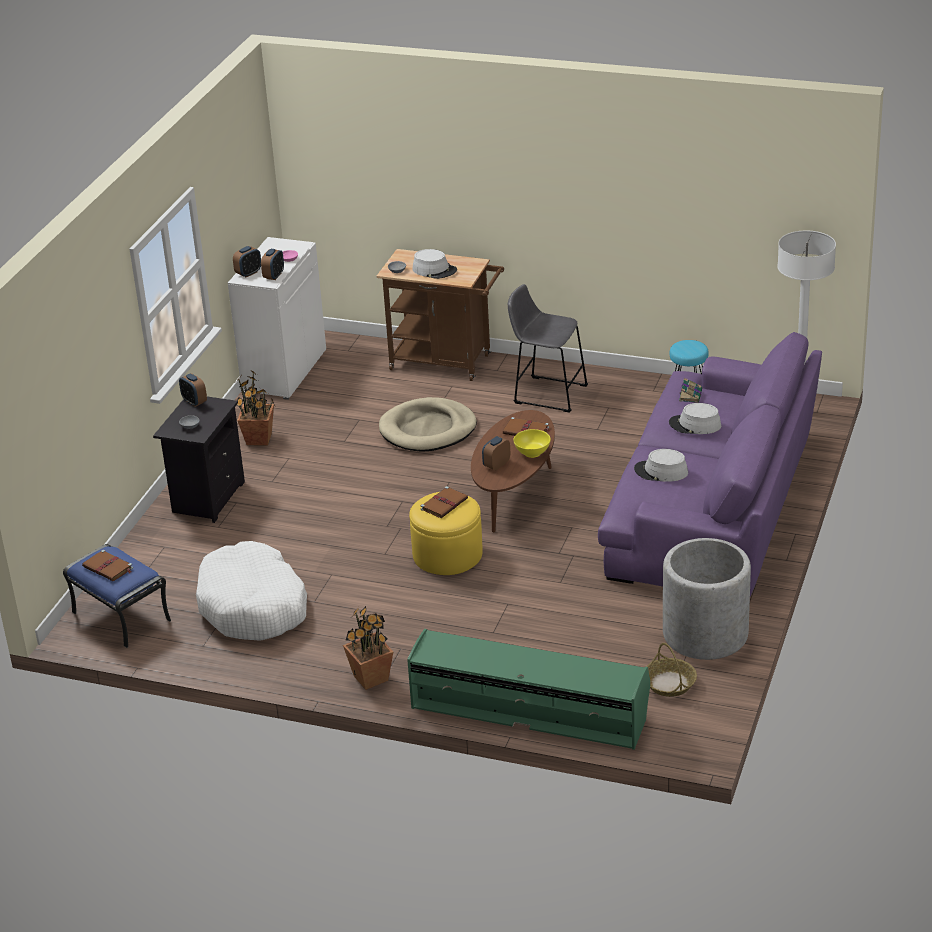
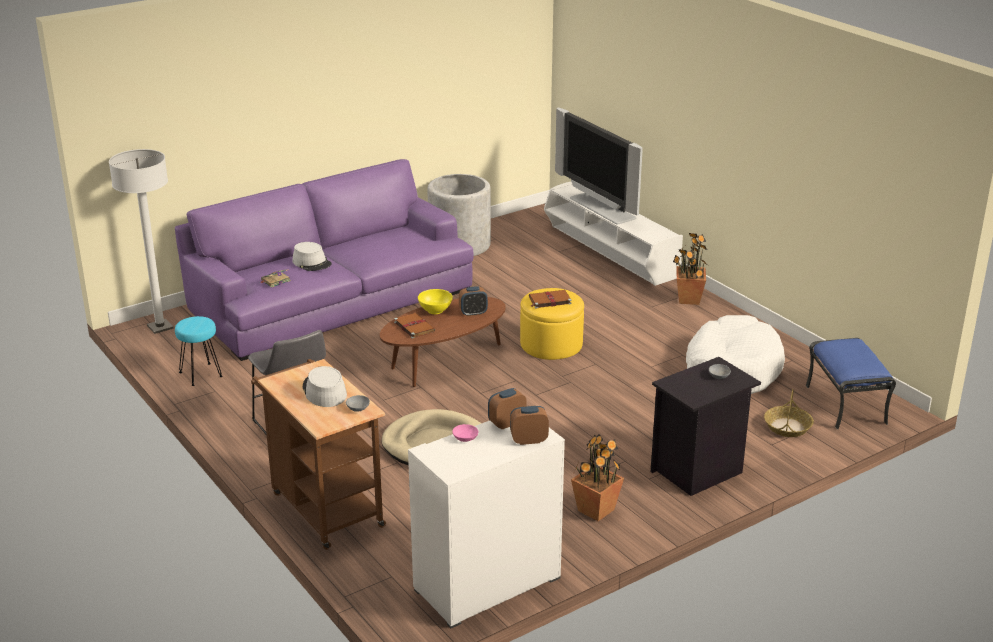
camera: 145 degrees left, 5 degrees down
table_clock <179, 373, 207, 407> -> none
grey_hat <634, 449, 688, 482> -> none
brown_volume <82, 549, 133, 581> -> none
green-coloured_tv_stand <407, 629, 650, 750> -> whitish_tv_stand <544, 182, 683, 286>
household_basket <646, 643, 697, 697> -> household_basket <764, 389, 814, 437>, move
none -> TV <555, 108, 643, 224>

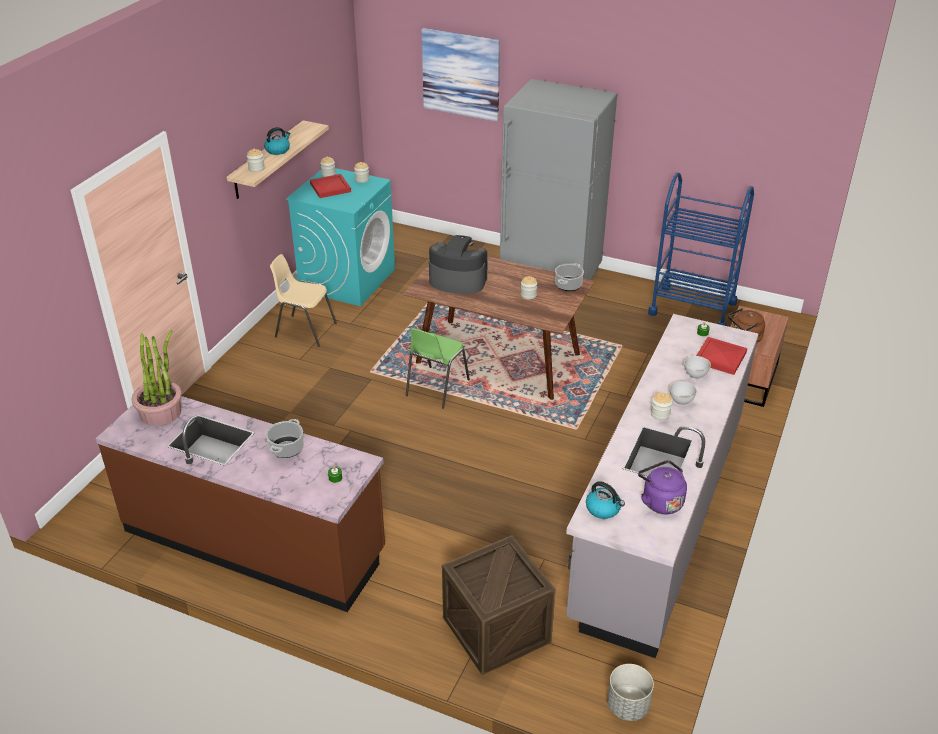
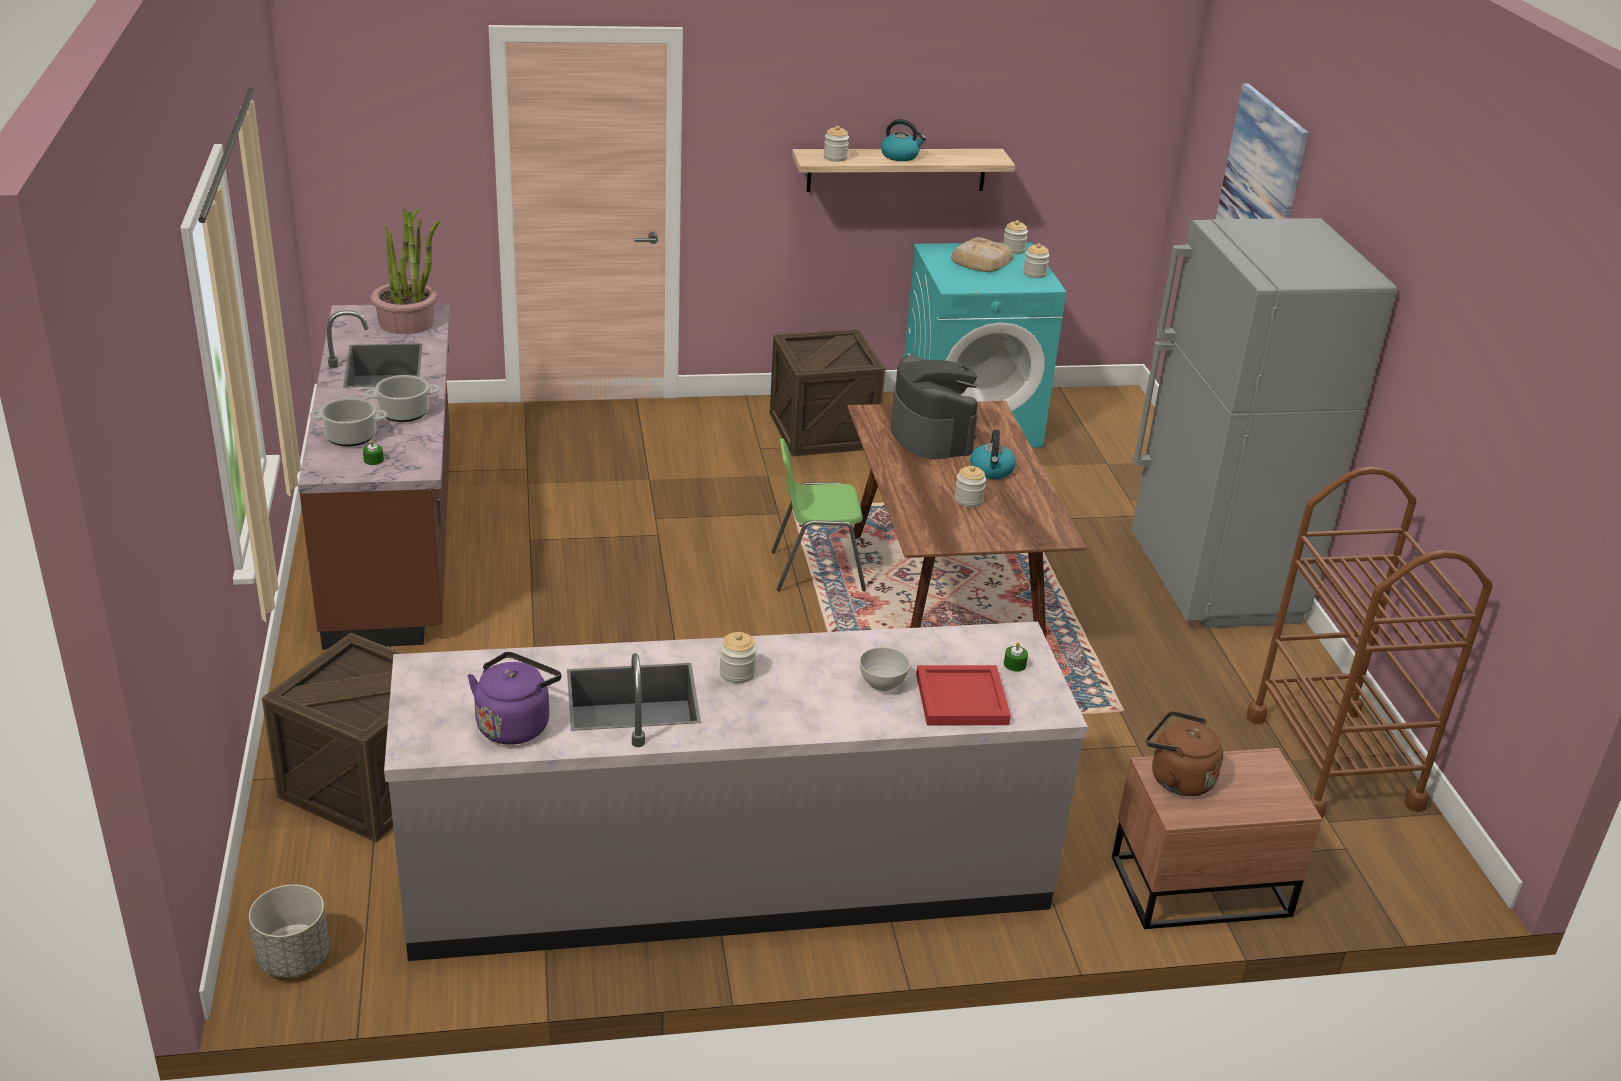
camera: 55 degrees right, 5 degrees down
bluish_wheeled_cart <648, 173, 754, 326> -> brown_wheeled_cart <1246, 467, 1492, 818>
reddish_tray <310, 174, 351, 198> -> baked_bread <951, 237, 1013, 272>
beige-coloured_upright_chair <270, 254, 337, 347> -> crate <770, 329, 886, 456>
saucepot <555, 263, 584, 291> -> saucepot <310, 398, 388, 446>, move
grey_serving_bowl <670, 381, 697, 405> -> none
kettle <586, 481, 625, 519> -> kettle <970, 430, 1016, 479>, move

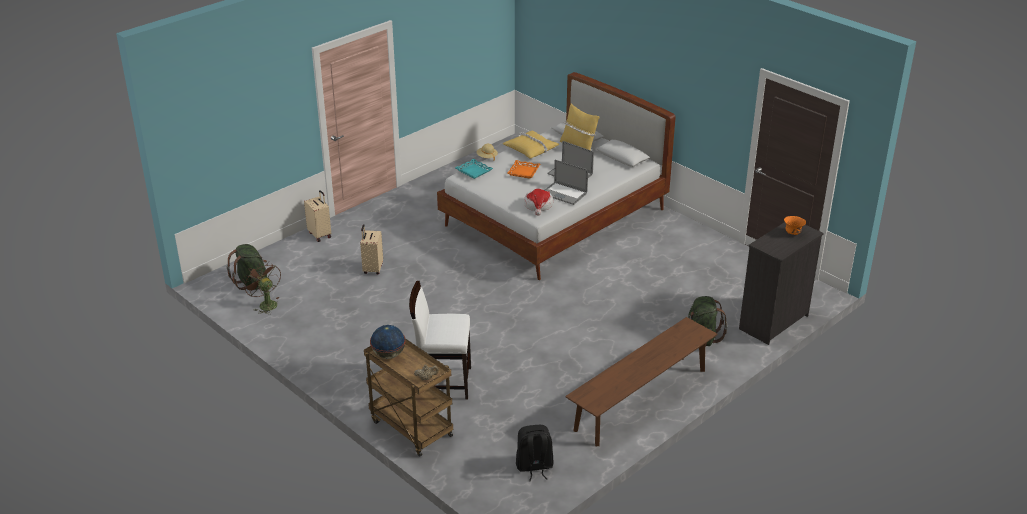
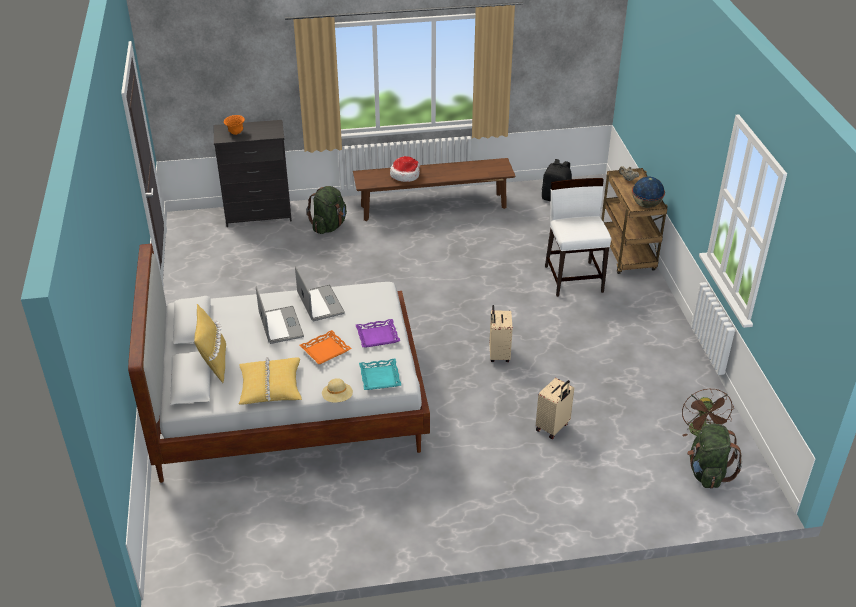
camera: 145 degrees left, 5 degrees up
hat <524, 189, 553, 215> -> hat <390, 156, 420, 182>, move
beige-coloured_suitcase <304, 190, 331, 242> -> beige-coloured_suitcase <489, 305, 513, 362>, move
whitish_upright_chair <409, 281, 471, 399> -> whitish_upright_chair <545, 178, 611, 297>, 135 degrees counterclockwise
none -> purple-coloured_tray <356, 319, 400, 348>

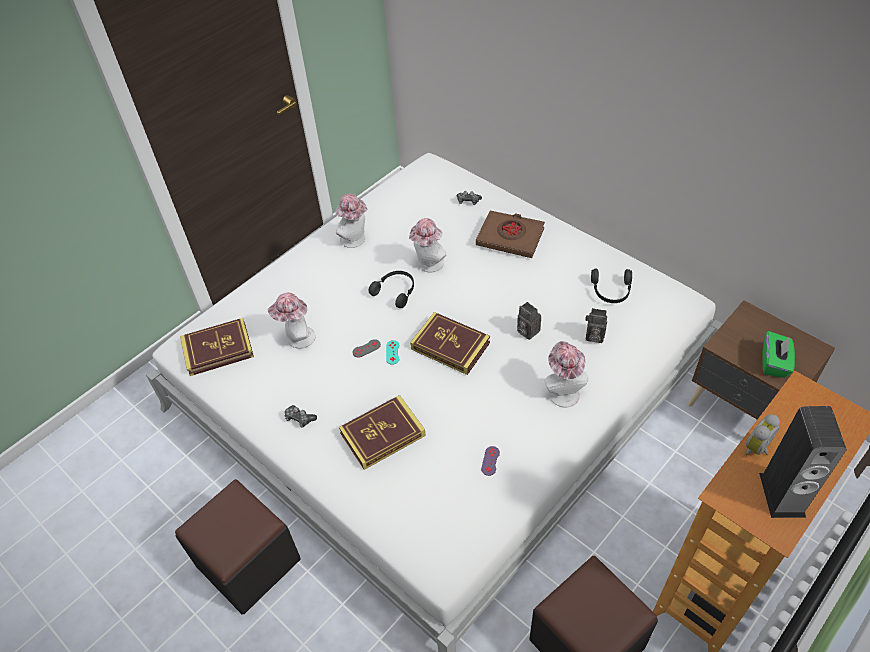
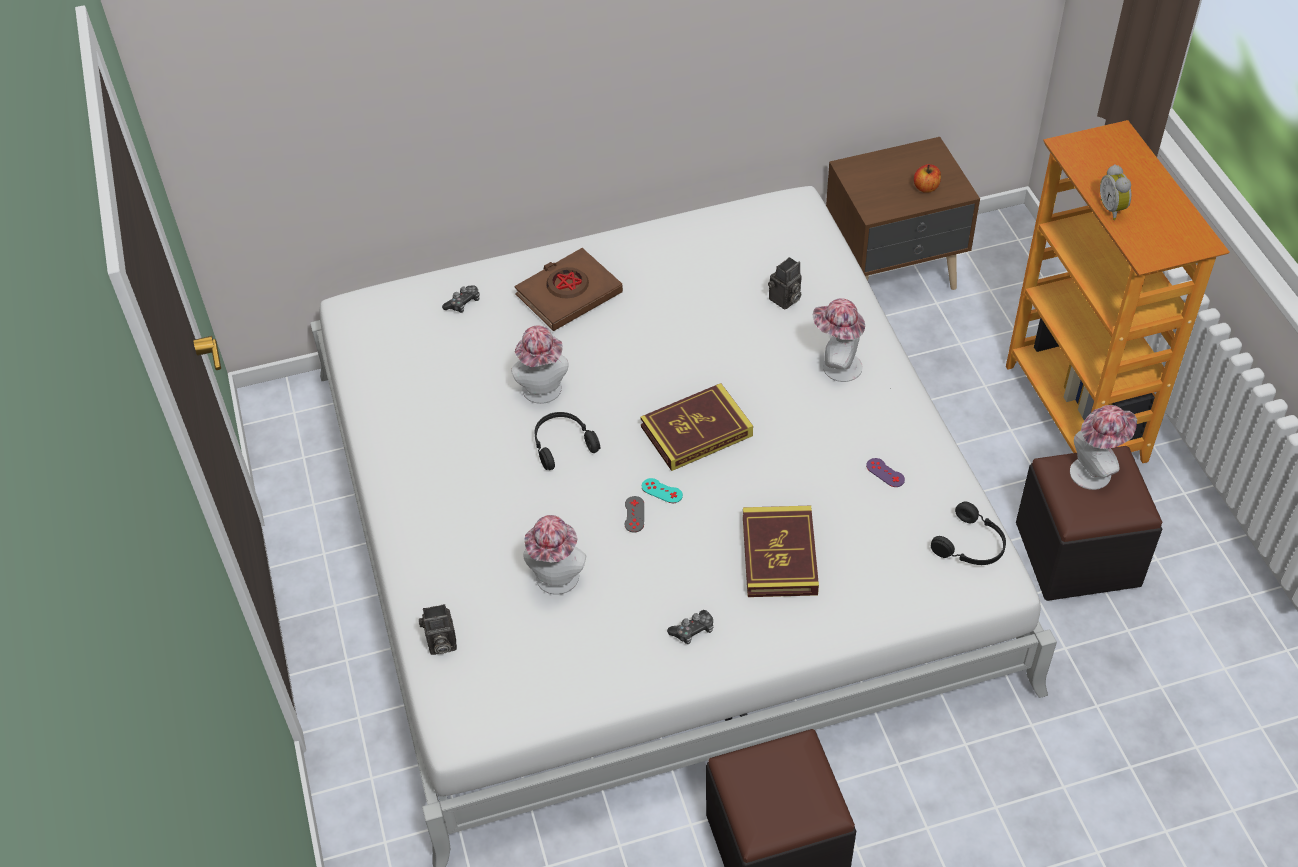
camera: 60 degrees left, 0 degrees up
hat <335, 194, 367, 248> -> hat <1070, 405, 1137, 490>, move
black-coloured_headphones <591, 269, 632, 303> -> black-coloured_headphones <931, 502, 1006, 565>, move
still_camera <517, 302, 541, 340> -> still_camera <419, 604, 457, 655>, move
volume <180, 318, 254, 376> -> none
green-coloured_tissue_holder <763, 331, 795, 378> -> apple_fruit <914, 164, 941, 193>
audio_speaker <759, 406, 847, 518> -> none

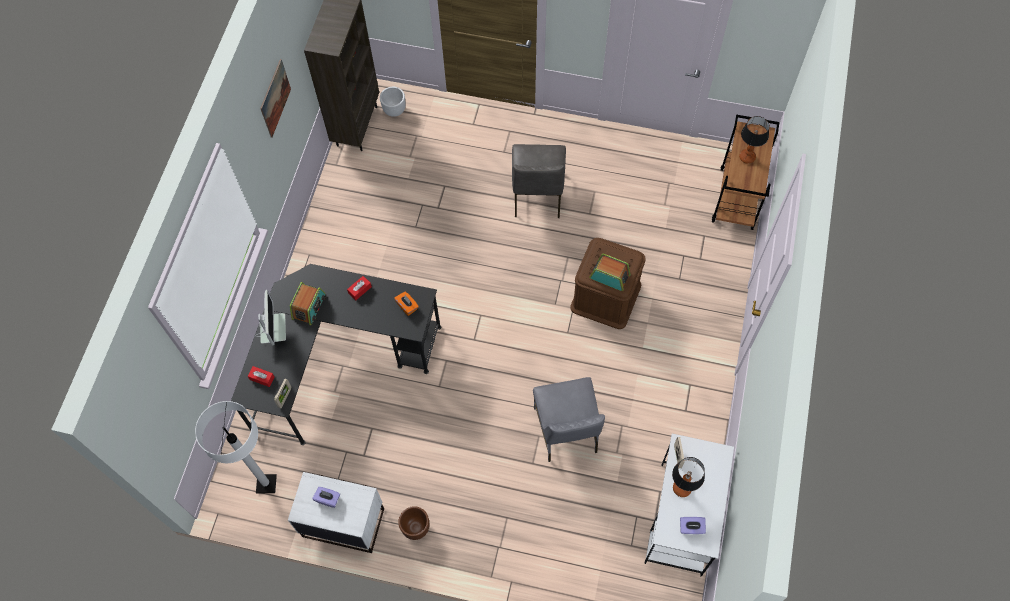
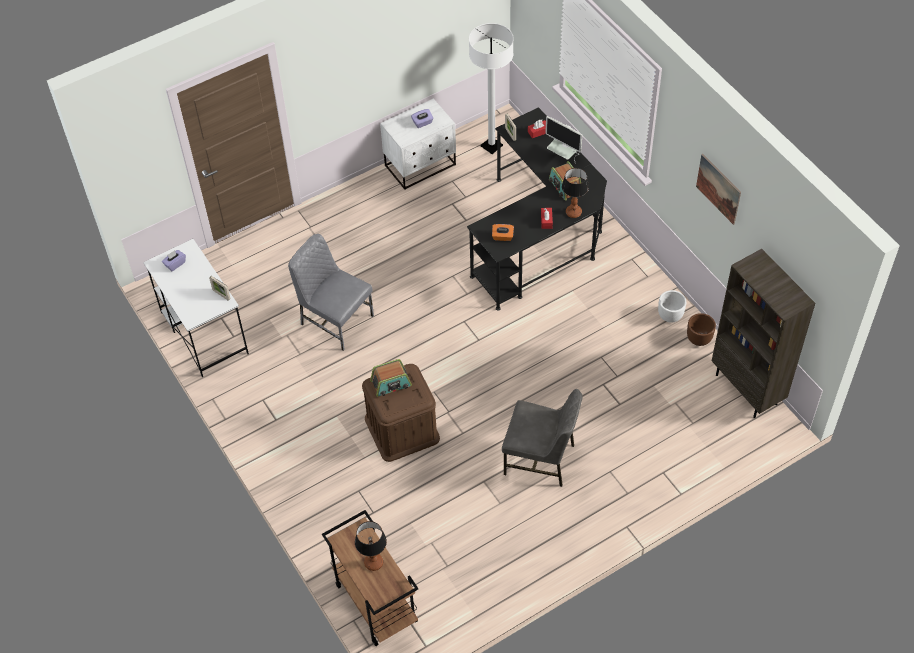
camera: 135 degrees right, 10 degrees down
whitish_planter <380, 87, 406, 117> -> whitish_planter <658, 290, 686, 323>, move
grey_upright_chair <512, 144, 566, 218> -> grey_upright_chair <502, 389, 583, 487>, 150 degrees clockwise
tabletop_lamp <672, 457, 705, 497> -> tabletop_lamp <562, 168, 589, 218>, move
brown_planter <398, 506, 429, 540> -> brown_planter <687, 313, 716, 346>, move

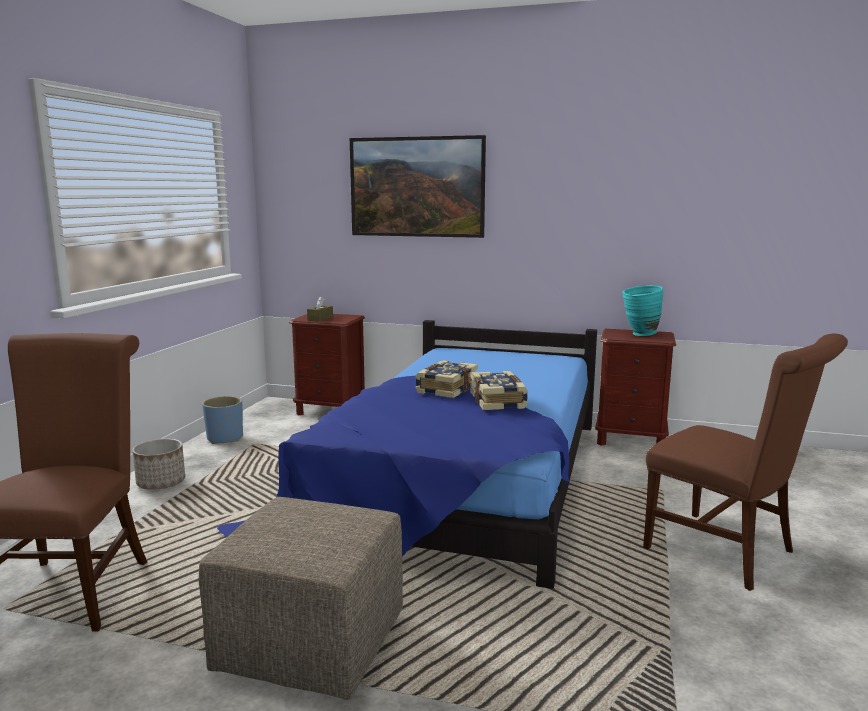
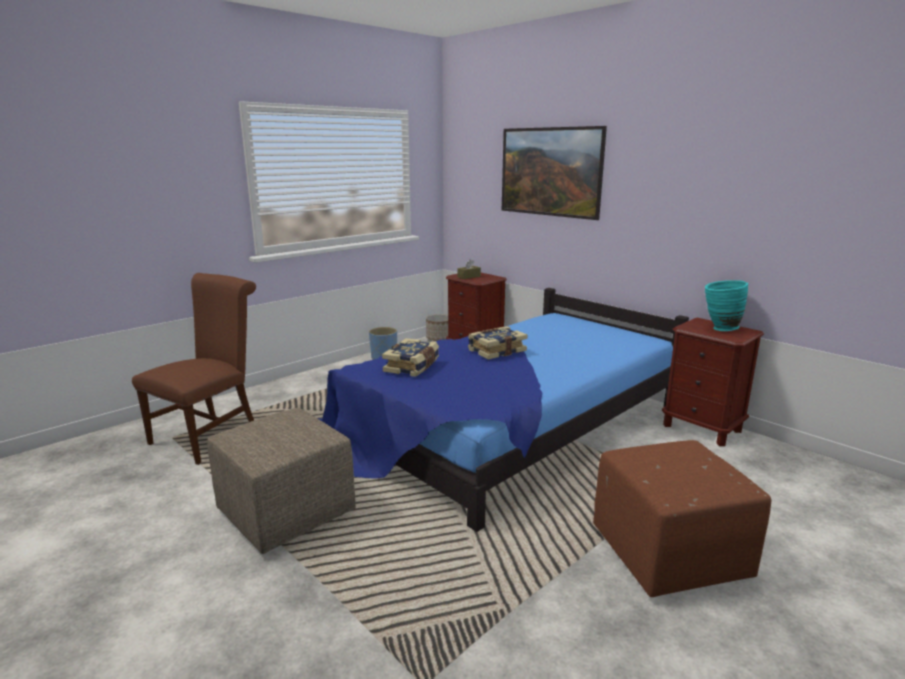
camera: 30 degrees right, 5 degrees up
brown_upright_chair <643, 334, 848, 591> -> brown_footrest <593, 440, 771, 597>
volume <470, 371, 528, 410> -> volume <382, 338, 439, 377>, move
planter <132, 438, 185, 490> -> planter <426, 314, 448, 341>, move

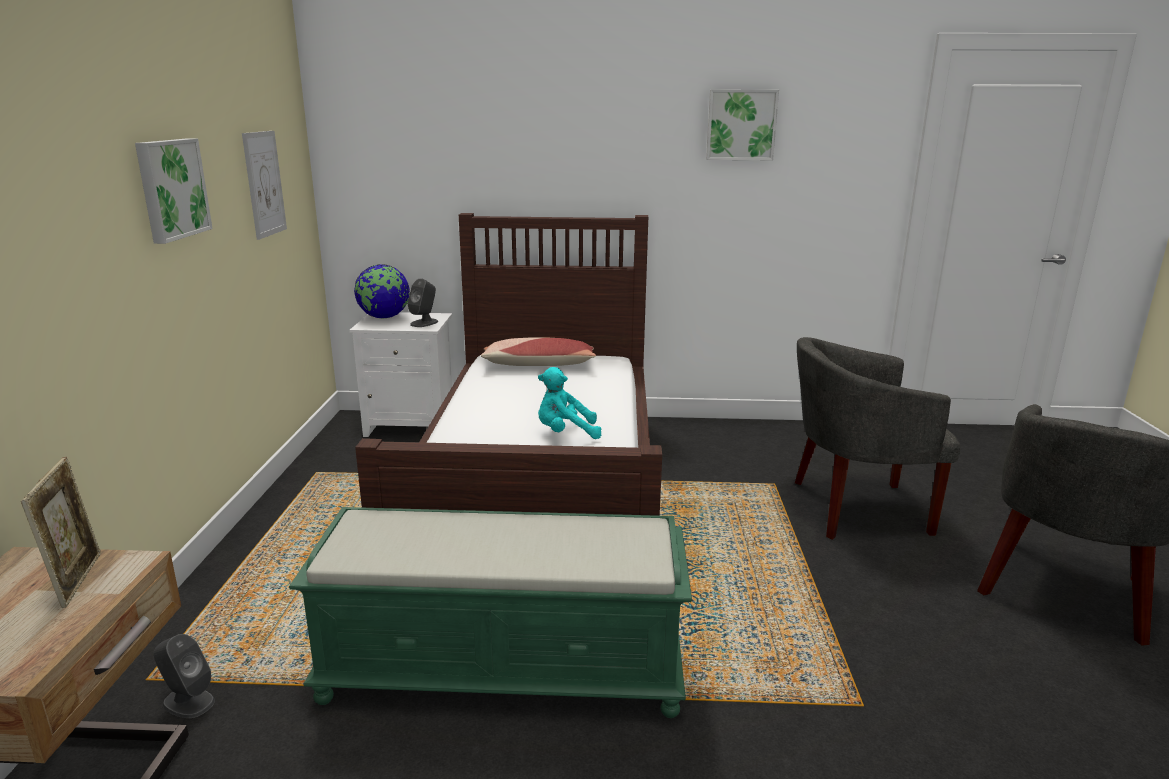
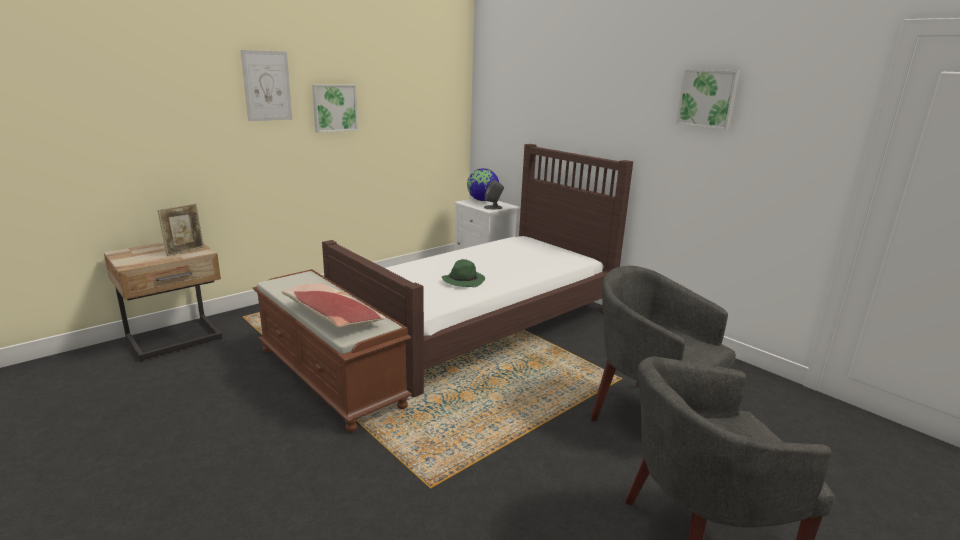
camera: 45 degrees right, 0 degrees up
wall_picture <242, 131, 287, 240> -> wall_picture <241, 50, 292, 121>, move
throw_pillow <481, 337, 596, 366> -> throw_pillow <282, 283, 385, 329>, move
turquoise_plush_toy <538, 367, 601, 439> -> green-coloured_hat <442, 259, 485, 287>
green-coloured_long_seat <289, 507, 692, 718> -> brown_long_seat <253, 269, 412, 432>
grey_audio_speaker <153, 634, 215, 718> -> none

